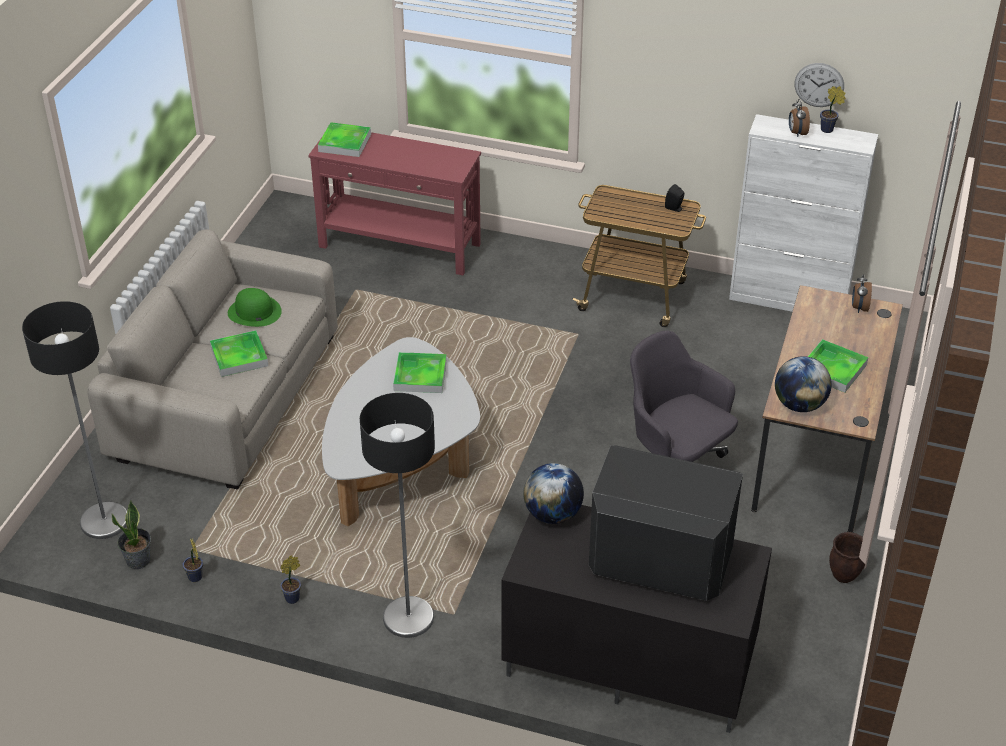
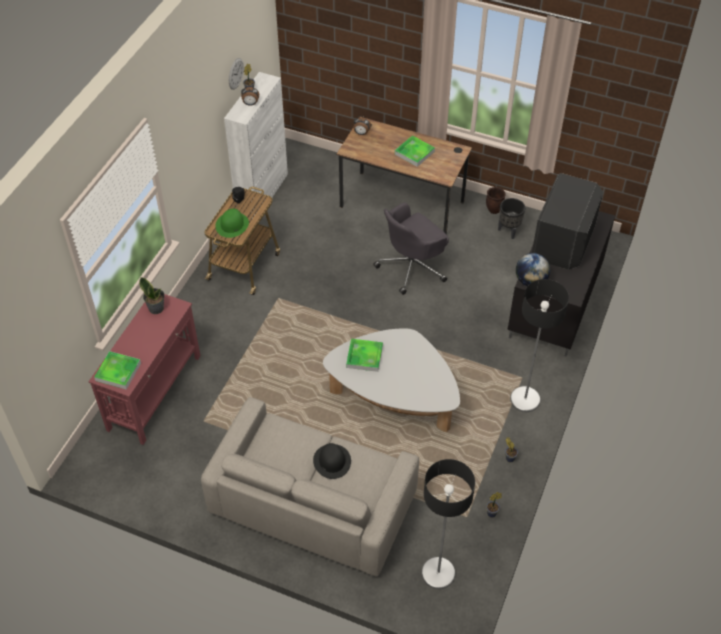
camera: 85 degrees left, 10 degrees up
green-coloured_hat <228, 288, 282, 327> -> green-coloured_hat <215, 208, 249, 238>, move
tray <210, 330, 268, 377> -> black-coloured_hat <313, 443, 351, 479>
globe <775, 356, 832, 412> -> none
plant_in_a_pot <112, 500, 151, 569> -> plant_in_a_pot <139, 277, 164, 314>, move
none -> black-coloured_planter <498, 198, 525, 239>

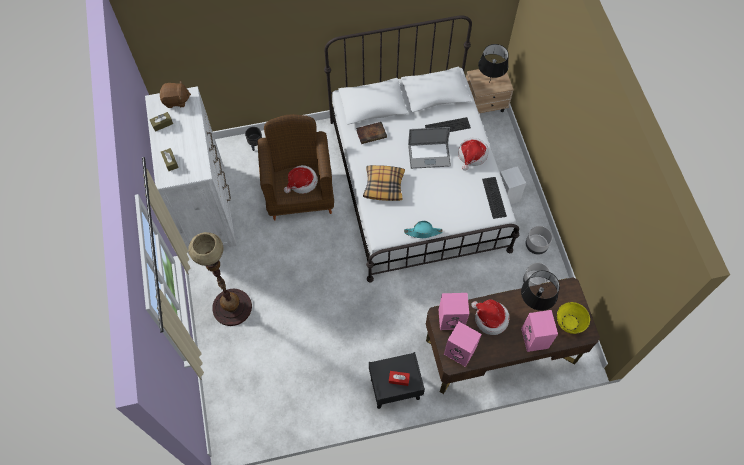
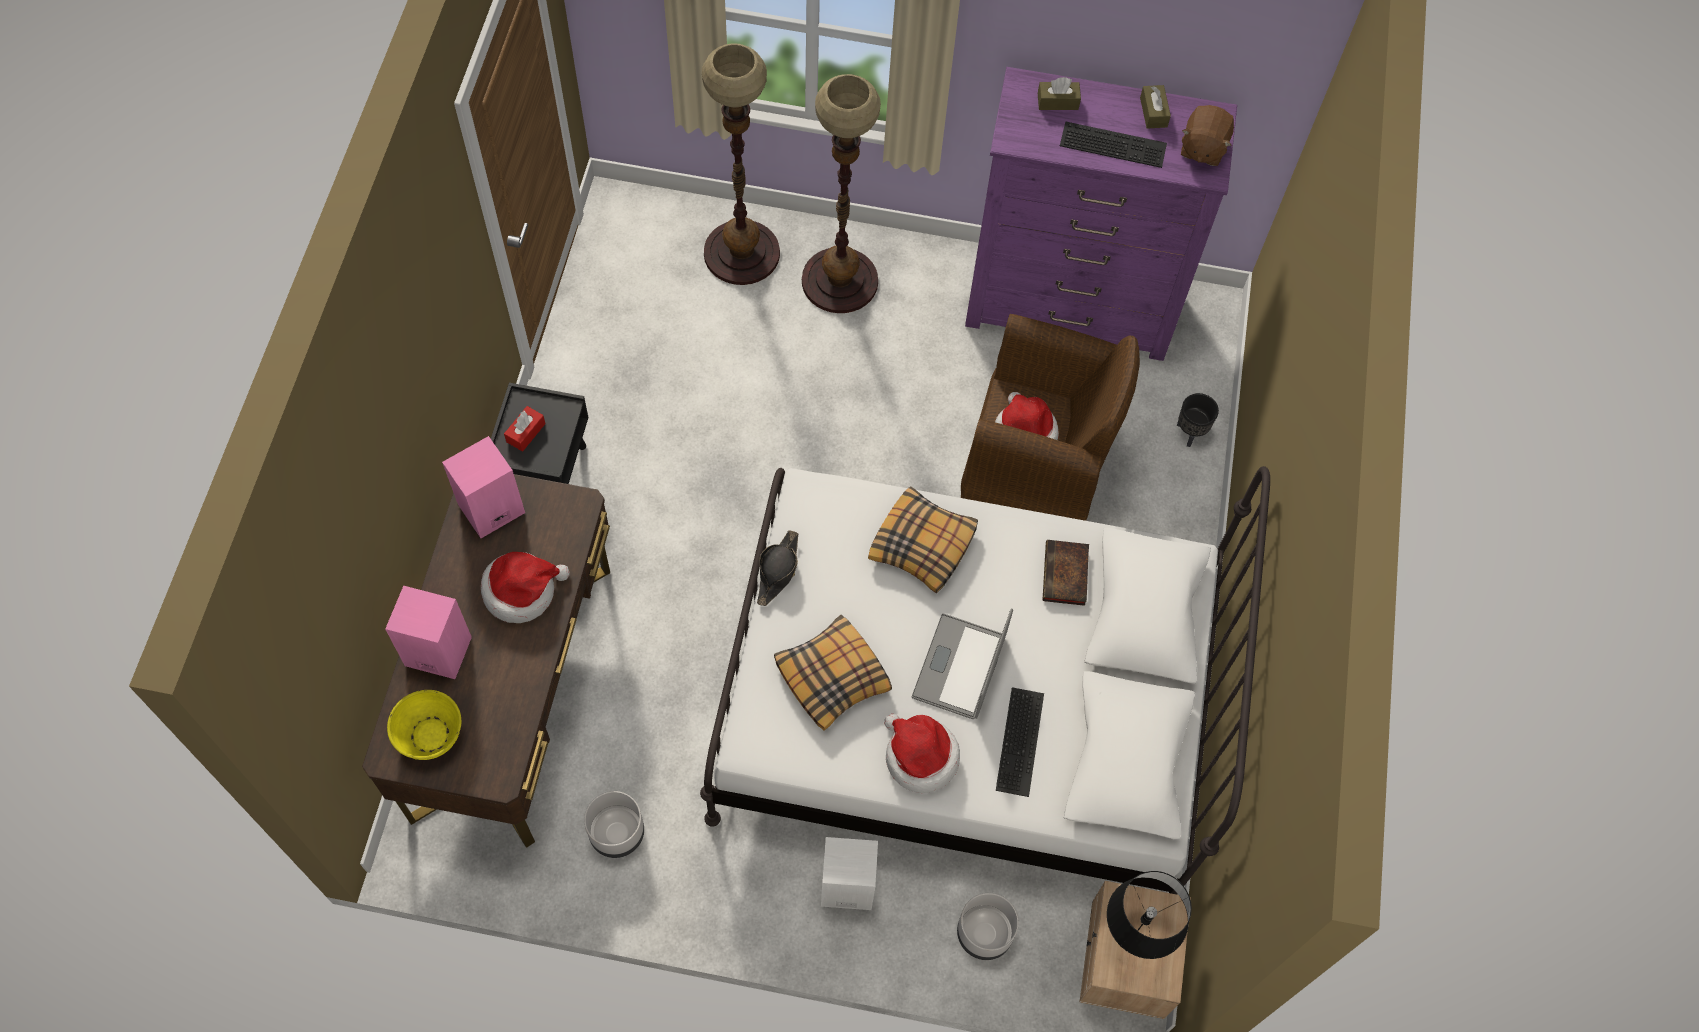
camera: 110 degrees right, 0 degrees up
whitish_drawer_chest <145, 86, 237, 254> -> purple-coloured_drawer_chest <965, 67, 1237, 361>
PC_keyboard <482, 177, 507, 219> -> PC_keyboard <1060, 121, 1167, 168>, move
turquoise_hat <404, 221, 443, 238> -> black-coloured_hat <757, 530, 798, 606>
grey_planter <526, 226, 552, 255> -> grey_planter <957, 893, 1019, 960>, move
black-coloured_tabletop_lamp <521, 271, 560, 311> -> none
pink_audio_speaker <439, 293, 469, 330> -> none
none -> floor_lamp <702, 43, 780, 285>
none -> throw_pillow <774, 615, 892, 731>

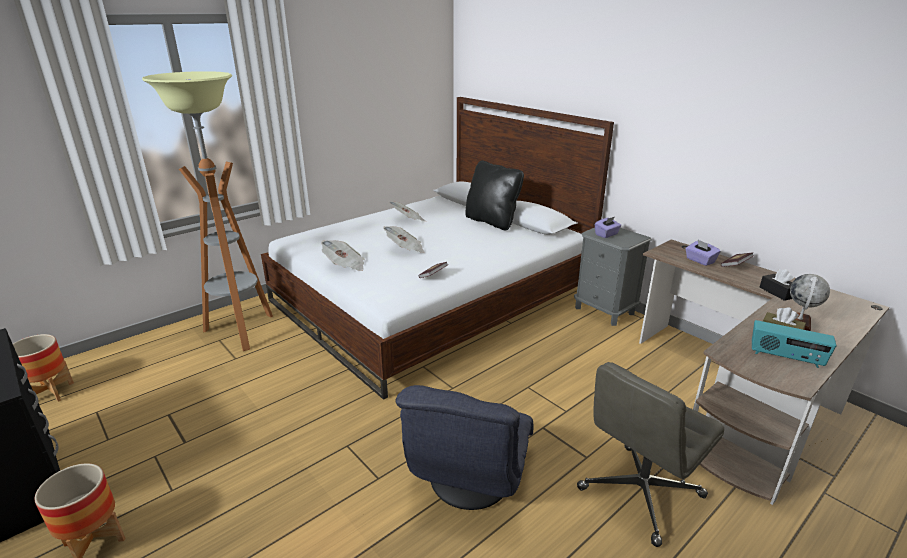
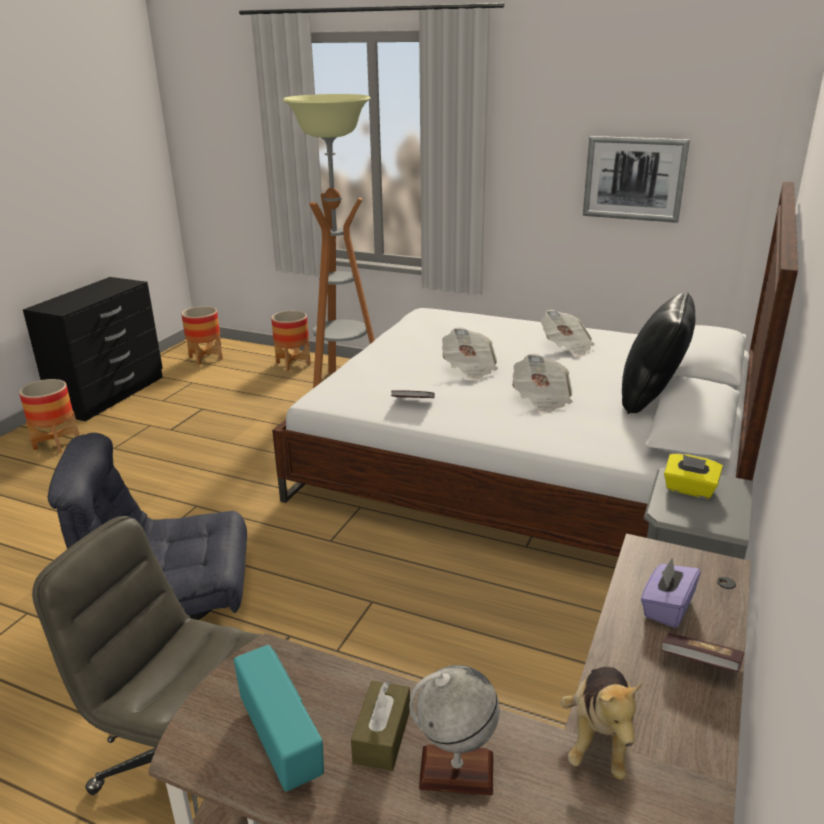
camera: 65 degrees right, 0 degrees up
purple-coloured_tissue_holder <595, 217, 621, 238> -> yellowish_tissue_holder <664, 454, 723, 499>
printed_paper <321, 240, 365, 271> -> printed_paper <512, 354, 573, 414>, move
black-coloured_tissue_holder <760, 269, 794, 301> -> plush_toy <561, 667, 642, 780>
radio <752, 320, 837, 368> -> radio <234, 645, 324, 791>, 150 degrees clockwise
none -> wall_picture <583, 136, 690, 223>
none -> planter <271, 311, 311, 371>

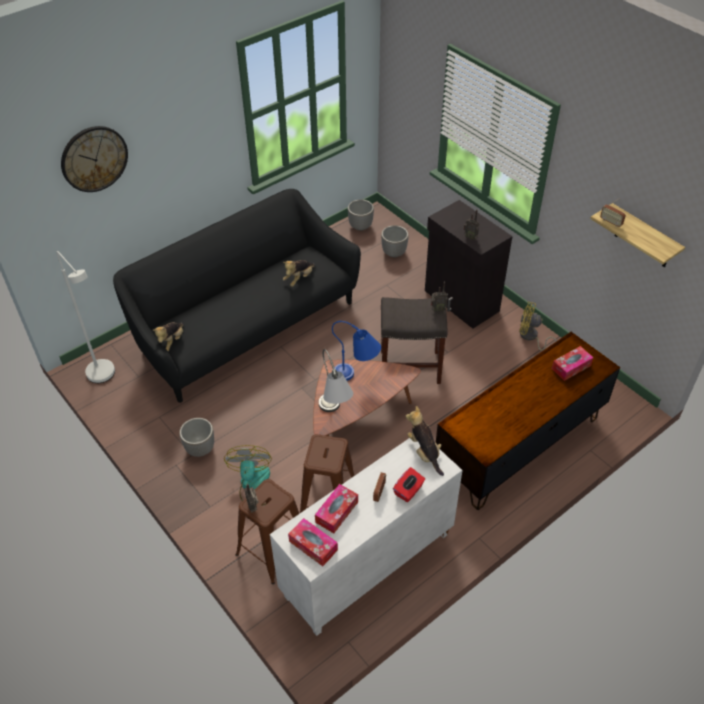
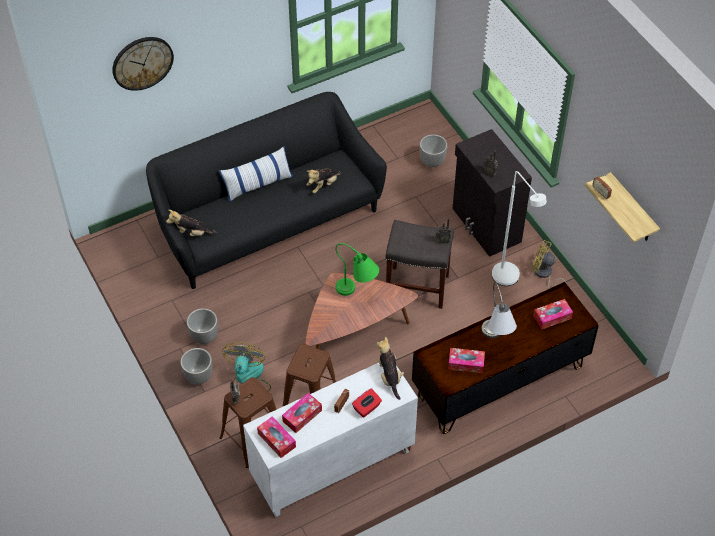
camera: 10 degrees right, 5 degrees up
planter <348, 199, 374, 231> -> planter <180, 348, 213, 385>, move
whitish_floor_lamp <56, 251, 115, 383> -> whitish_floor_lamp <492, 171, 547, 286>, move
bluish_tabletop_lamp <332, 321, 381, 381> -> green-coloured_tabletop_lamp <335, 243, 379, 296>
plush_toy <153, 322, 184, 352> -> plush_toy <166, 210, 217, 236>, 60 degrees clockwise
grey_tabletop_lamp <319, 349, 353, 412> -> grey_tabletop_lamp <481, 282, 517, 338>, move
none -> throw_pillow <219, 146, 293, 203>
none -> tissue_holder <448, 348, 485, 373>

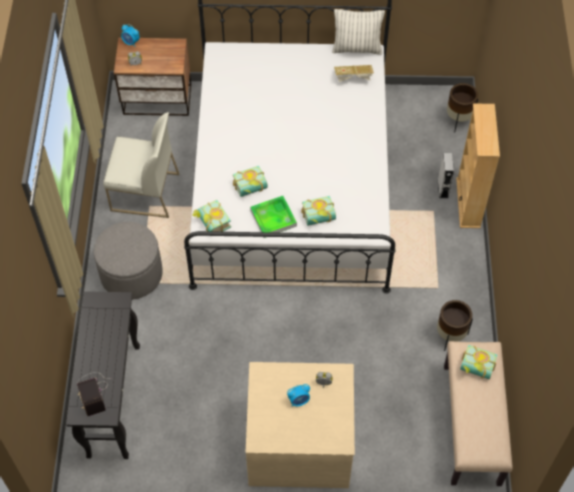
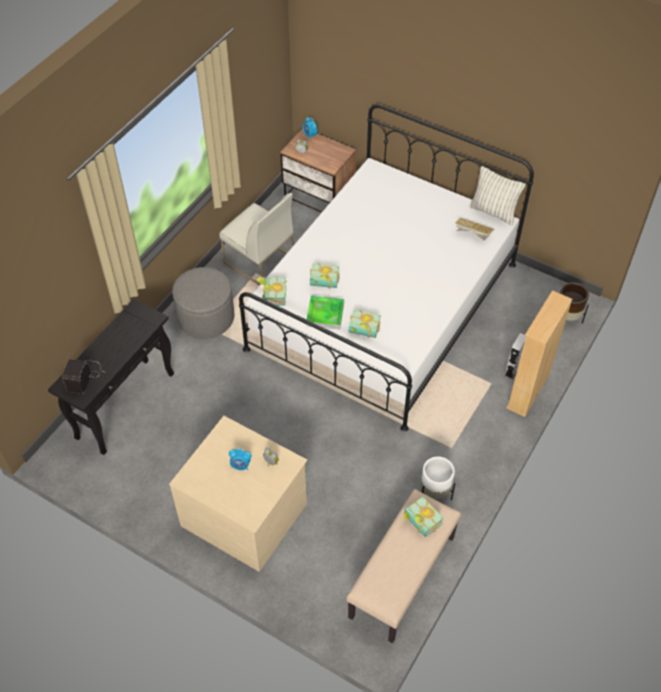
camera: 30 degrees right, 5 degrees down
brown_planter <437, 300, 473, 351> -> whitish_planter <421, 456, 455, 500>

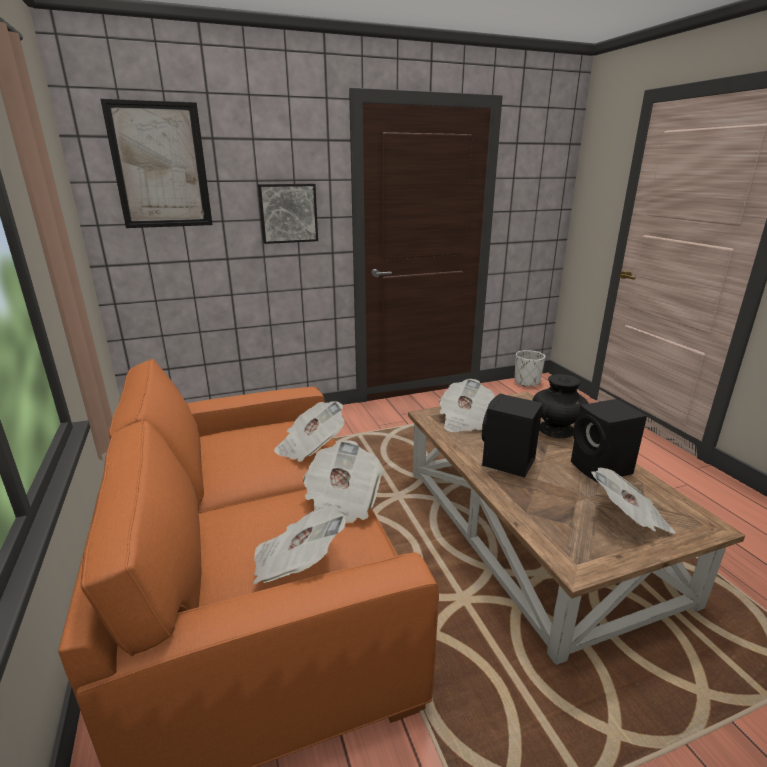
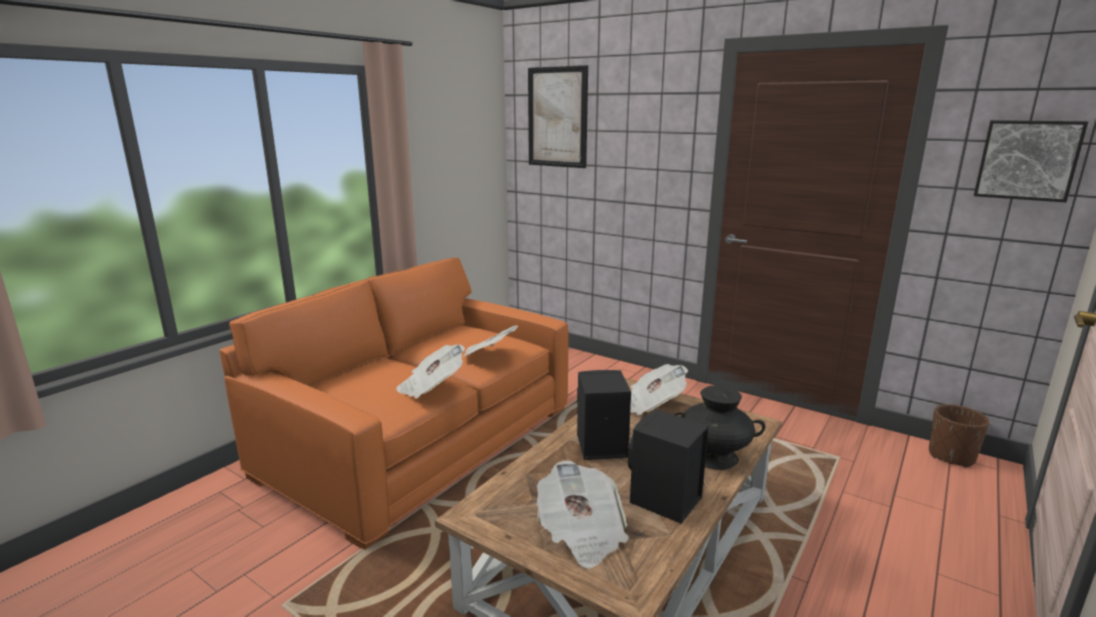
camera: 55 degrees right, 5 degrees down
wall_picture <258, 184, 318, 244> -> wall_picture <974, 120, 1088, 202>, move
whitish_planter <514, 350, 545, 387> -> brown_planter <929, 404, 990, 468>
printed_paper <253, 505, 346, 584> -> none

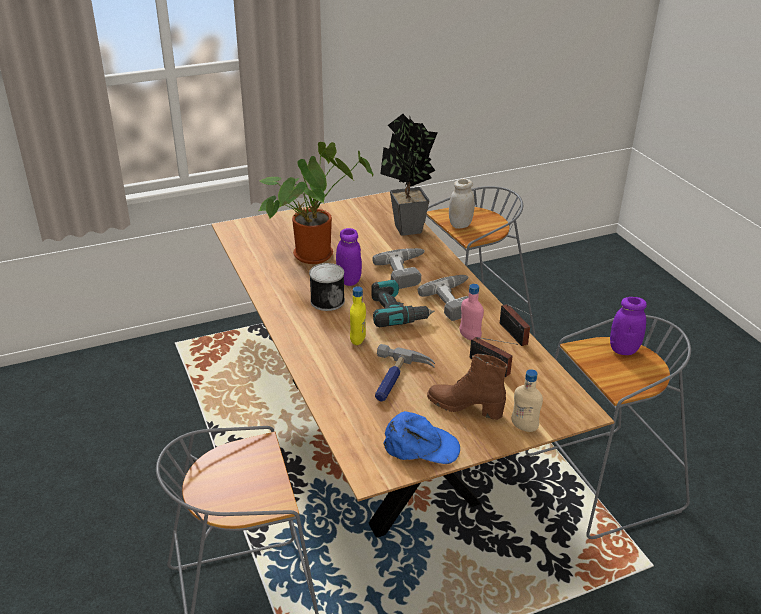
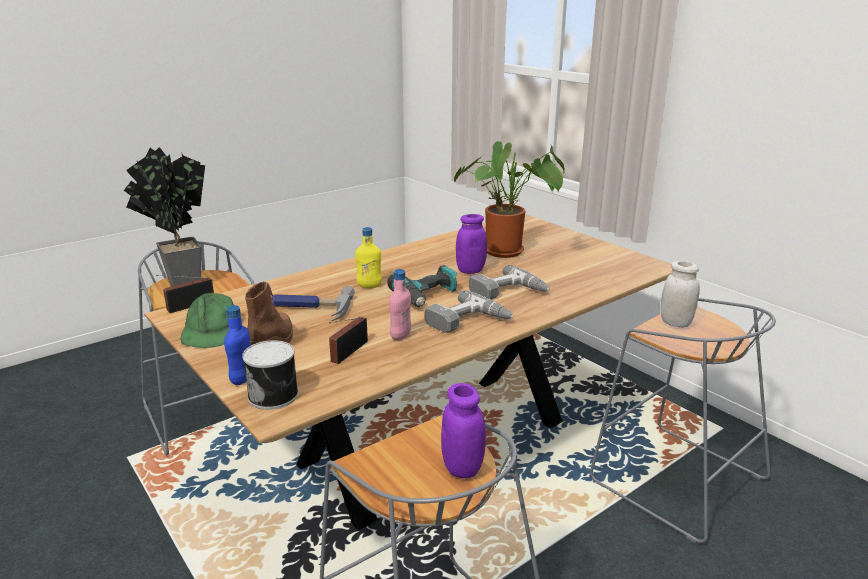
camera: 75 degrees right, 10 degrees down
plant_in_a_pot <380, 114, 438, 236> -> plant_in_a_pot <124, 147, 205, 287>, move
can <309, 263, 345, 311> -> can <242, 340, 298, 410>, move
radio <500, 304, 534, 346> -> radio <156, 275, 214, 313>, move
beige-coloured_bottle <511, 369, 543, 432> -> bluish_bottle <224, 305, 250, 385>
bluish_peaked_cap <383, 411, 460, 464> -> green-coloured_peaked_cap <180, 292, 234, 348>

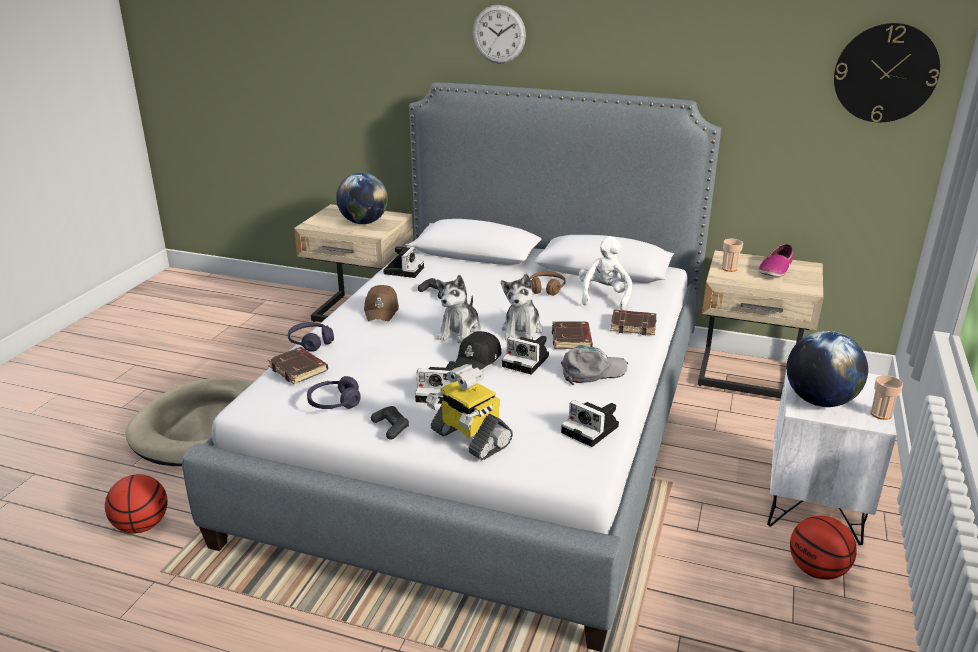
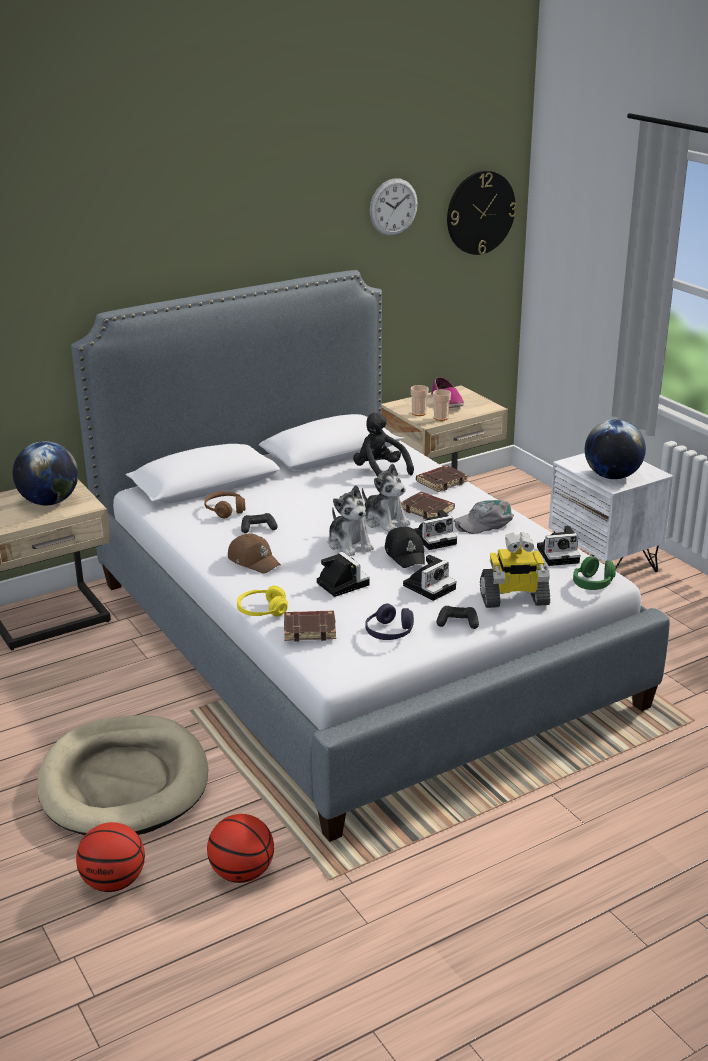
camera: 50 degrees left, 0 degrees up
hanging_clock <472, 5, 526, 64> -> hanging_clock <370, 178, 418, 236>, move
whitish_plush_toy <579, 236, 632, 310> -> black-coloured_plush_toy <353, 413, 414, 476>
still_camera <383, 246, 424, 278> -> still_camera <317, 552, 370, 597>, move
brown_headphones <529, 271, 566, 296> -> brown_headphones <204, 491, 246, 518>, move
purple-coloured_headphones <288, 322, 334, 352> -> yellowish_headphones <237, 585, 288, 617>
grey_peaked_cap <561, 345, 628, 385> -> grey_peaked_cap <454, 500, 514, 534>, 135 degrees counterclockwise
cup <870, 375, 903, 420> -> cup <433, 389, 451, 421>, move
ball_for_basketball <790, 516, 857, 580> -> ball_for_basketball <76, 822, 145, 892>, move
none -> green-coloured_headphones <573, 556, 616, 590>

